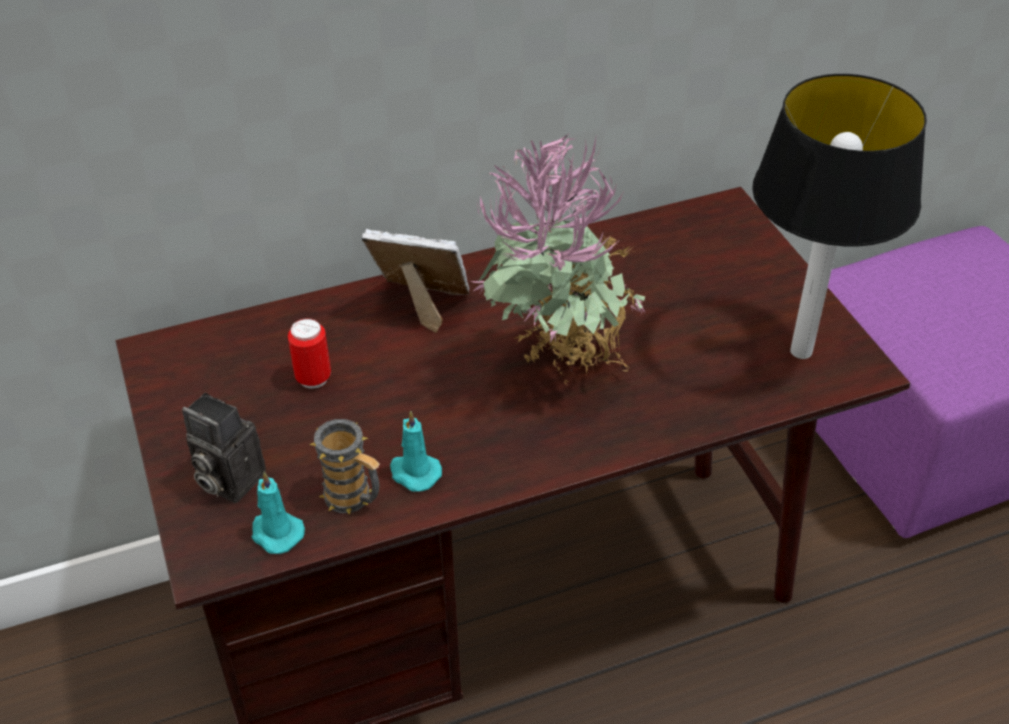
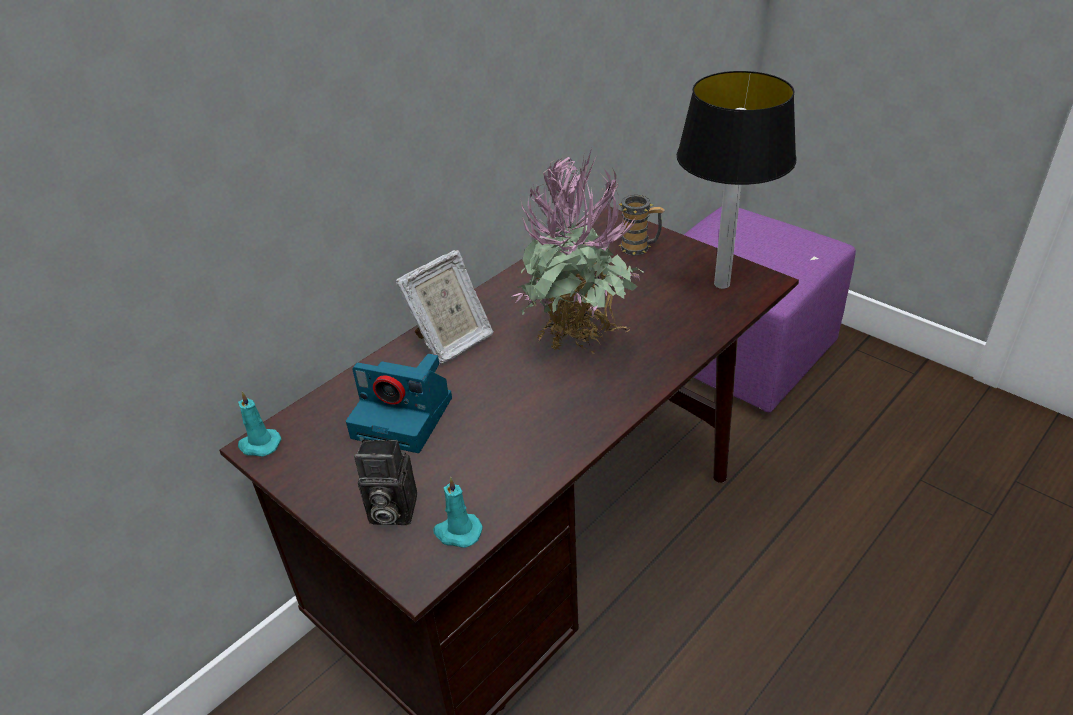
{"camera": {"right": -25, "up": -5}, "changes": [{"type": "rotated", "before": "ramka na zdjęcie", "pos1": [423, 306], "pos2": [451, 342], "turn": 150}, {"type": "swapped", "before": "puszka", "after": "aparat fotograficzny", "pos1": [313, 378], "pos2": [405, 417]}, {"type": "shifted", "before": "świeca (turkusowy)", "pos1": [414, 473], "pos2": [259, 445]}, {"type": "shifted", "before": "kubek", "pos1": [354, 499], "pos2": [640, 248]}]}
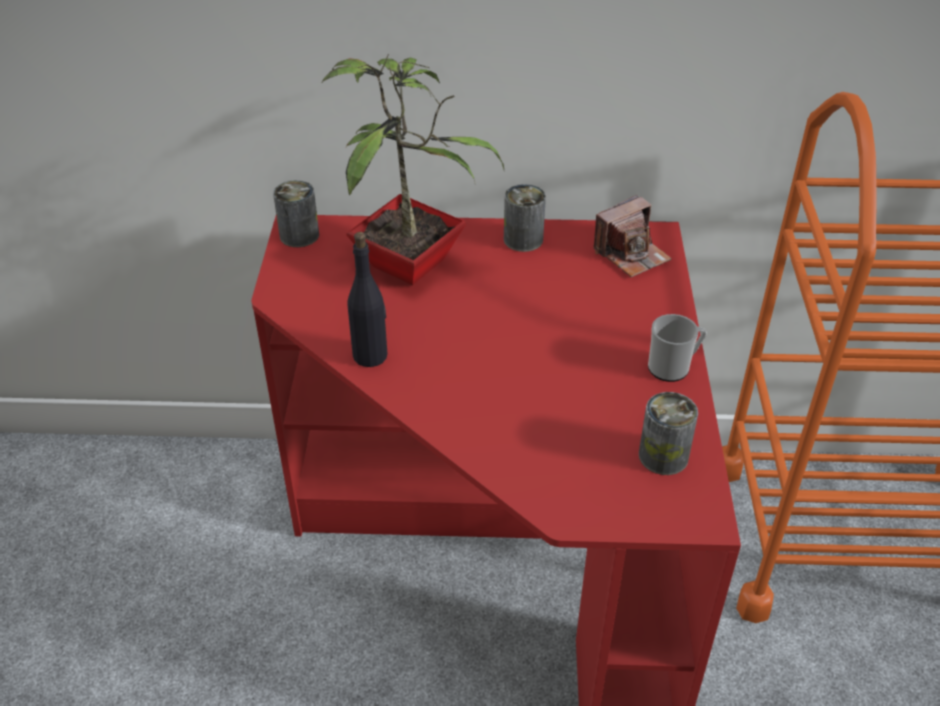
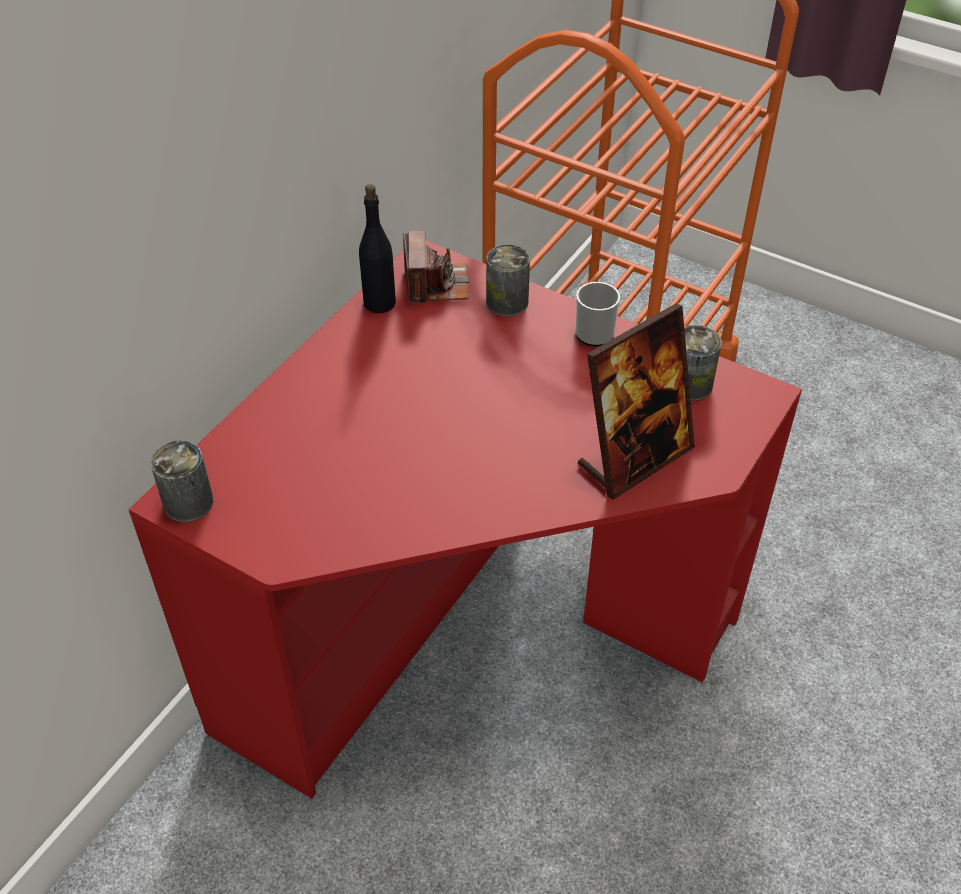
{"camera": {"right": -60, "up": 5}, "changes": [{"type": "gone", "before": "roślina doniczkowa", "pos1": [411, 262]}, {"type": "shifted", "before": "puszka", "pos1": [523, 239], "pos2": [507, 302]}, {"type": "shifted", "before": "butelka (czarny)", "pos1": [370, 355], "pos2": [379, 302]}, {"type": "new", "after": "ramka na zdjęcie", "pos2": [635, 458]}]}
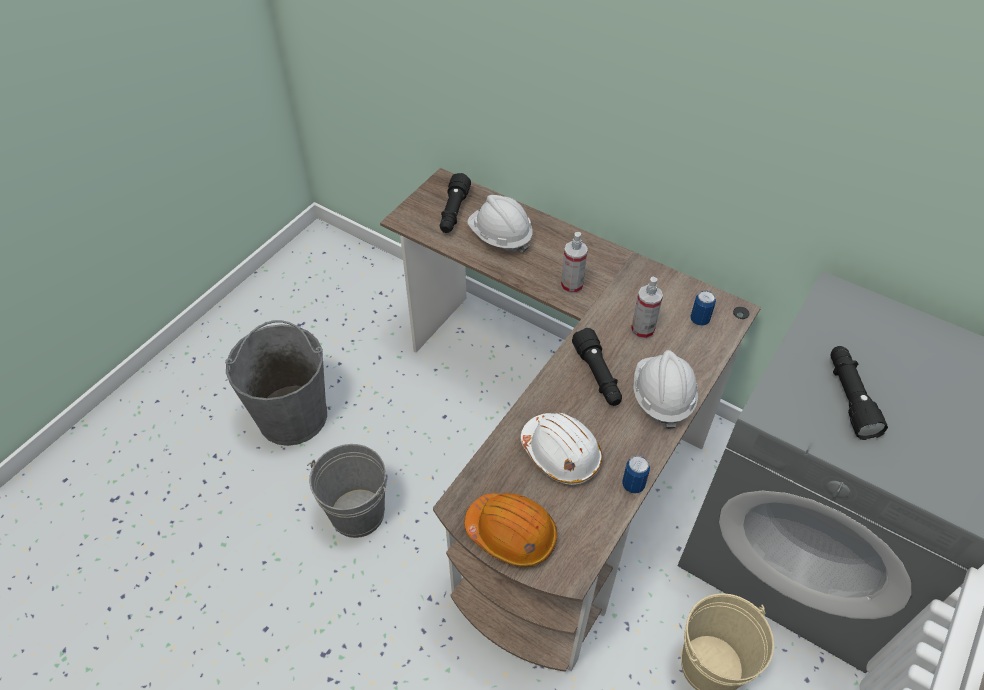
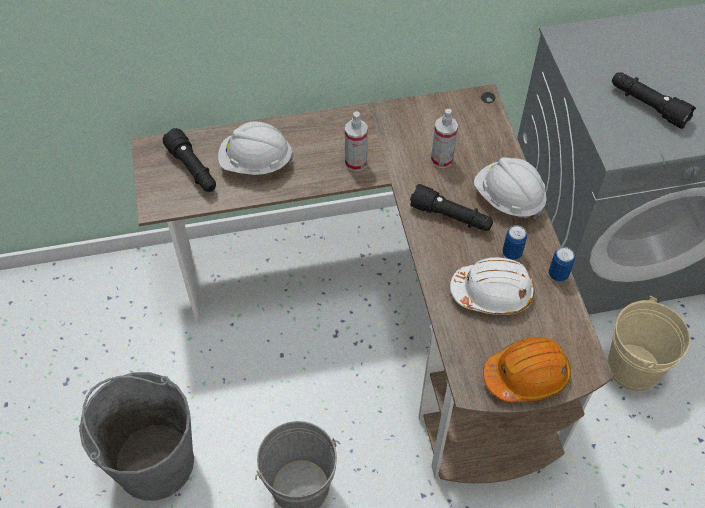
{"camera": {"right": -45, "up": 5}, "changes": [{"type": "shifted", "before": "puszka", "pos1": [699, 320], "pos2": [512, 253]}]}
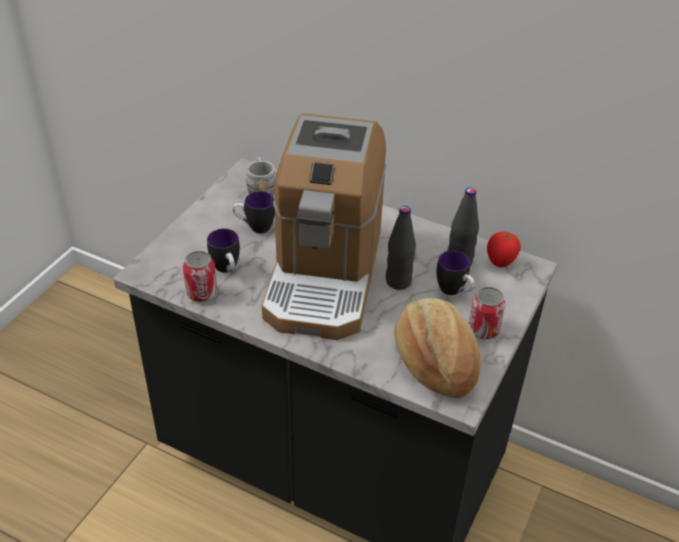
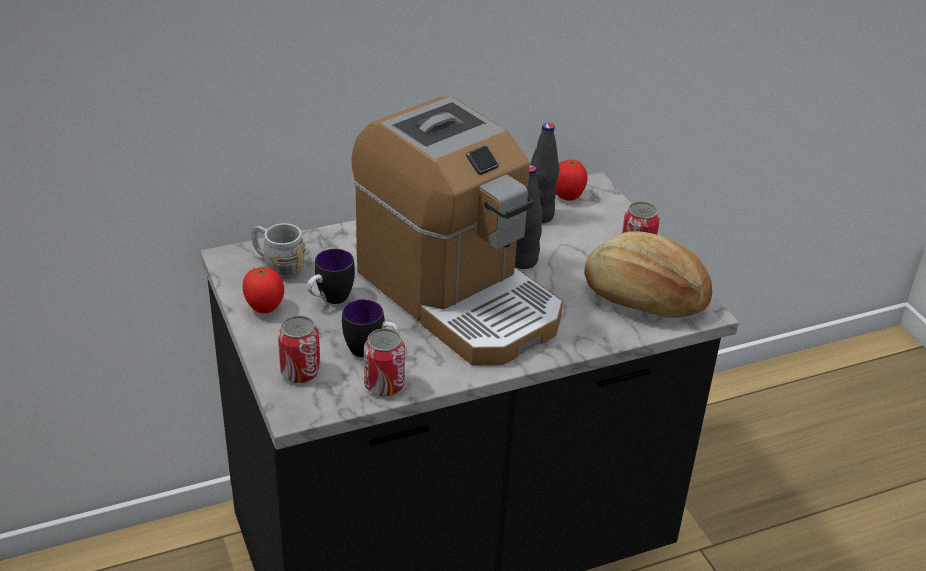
{"camera": {"right": -50, "up": -5}, "changes": [{"type": "gone", "before": "kubek", "pos1": [454, 292]}, {"type": "new", "after": "pomidor", "pos2": [265, 308]}, {"type": "new", "after": "puszka", "pos2": [300, 372]}]}
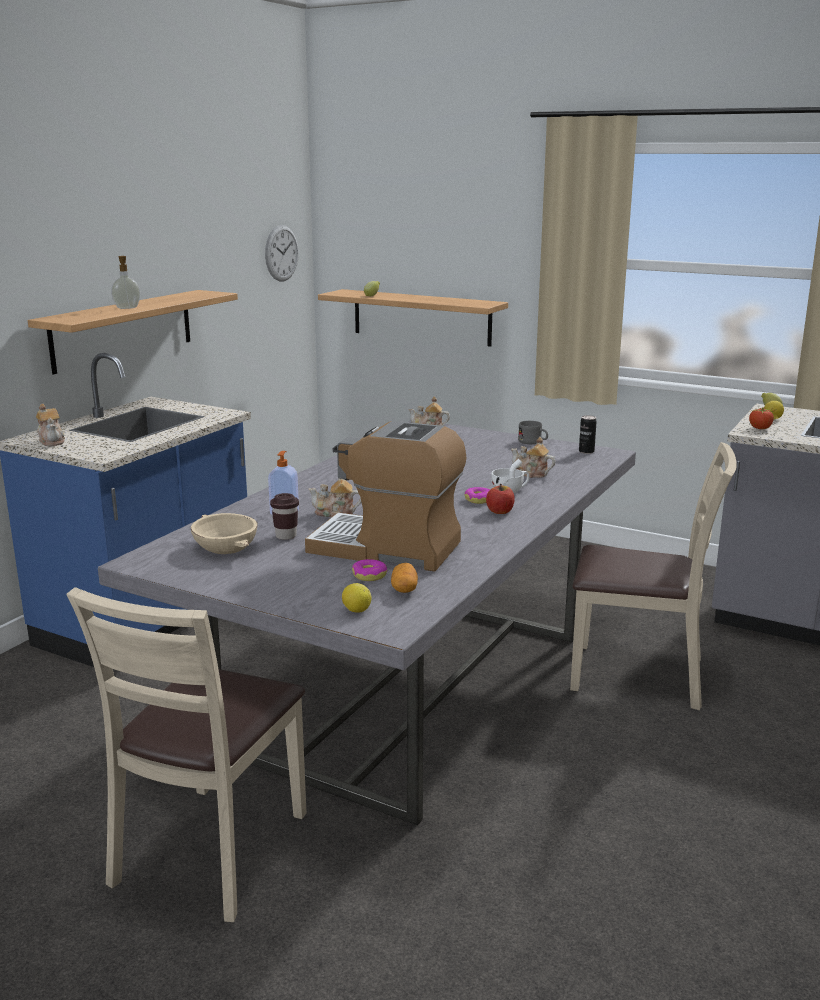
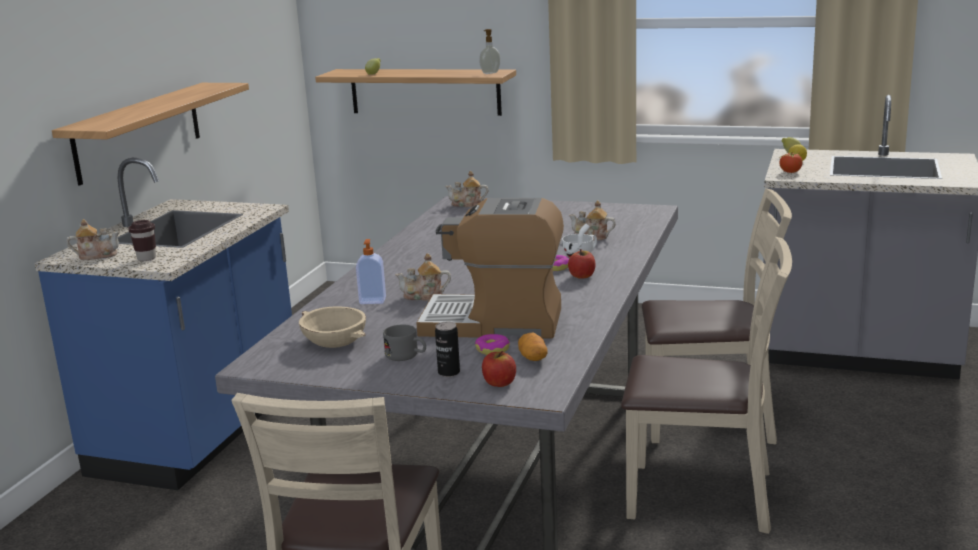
{"camera": {"right": -10, "up": 0}, "changes": [{"type": "gone", "before": "zegar ścienny", "pos1": [281, 253]}, {"type": "shifted", "before": "dozownik mydła", "pos1": [127, 308], "pos2": [490, 73]}, {"type": "rotated", "before": "imbryk", "pos1": [52, 441], "pos2": [97, 255], "turn": -60}, {"type": "shifted", "before": "puszka", "pos1": [586, 451], "pos2": [449, 372]}, {"type": "shifted", "before": "kubek (szary)", "pos1": [533, 442], "pos2": [407, 356]}, {"type": "shifted", "before": "filiżanka (brązowy)", "pos1": [286, 536], "pos2": [146, 258]}, {"type": "swapped", "before": "cytryna", "after": "jabłko", "pos1": [356, 610], "pos2": [499, 383]}, {"type": "new", "after": "krzesło (beżowy)", "pos2": [702, 496]}]}
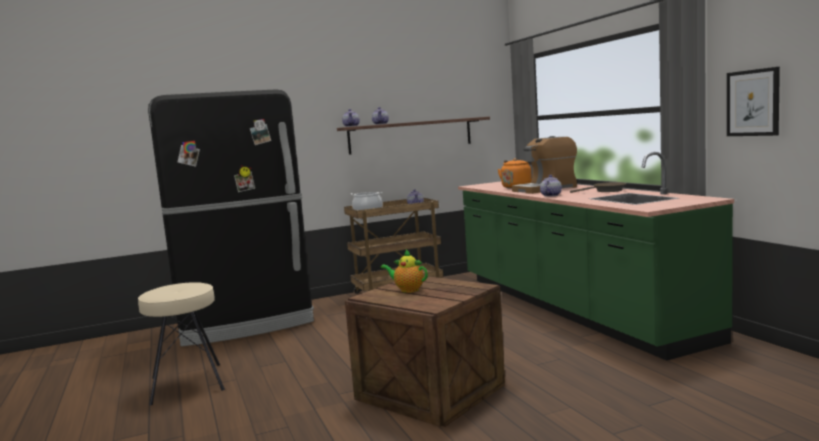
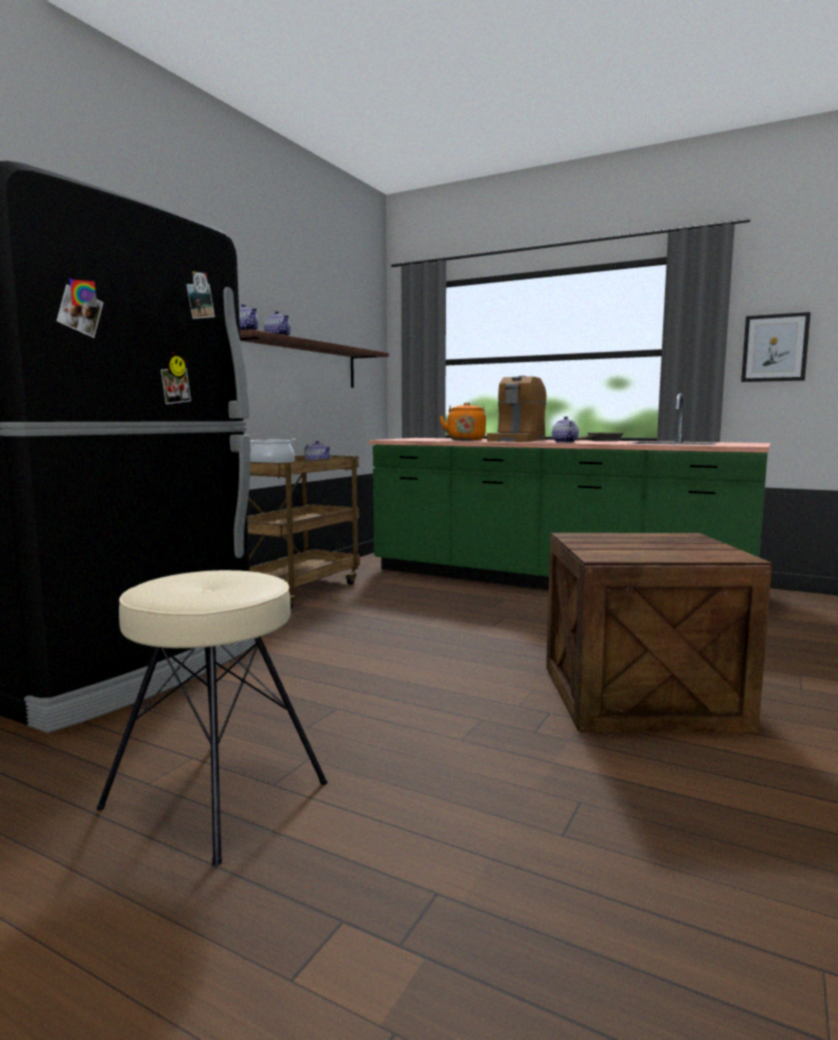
{"camera": {"right": -40, "up": 0}, "changes": [{"type": "gone", "before": "imbryk", "pos1": [407, 290]}]}
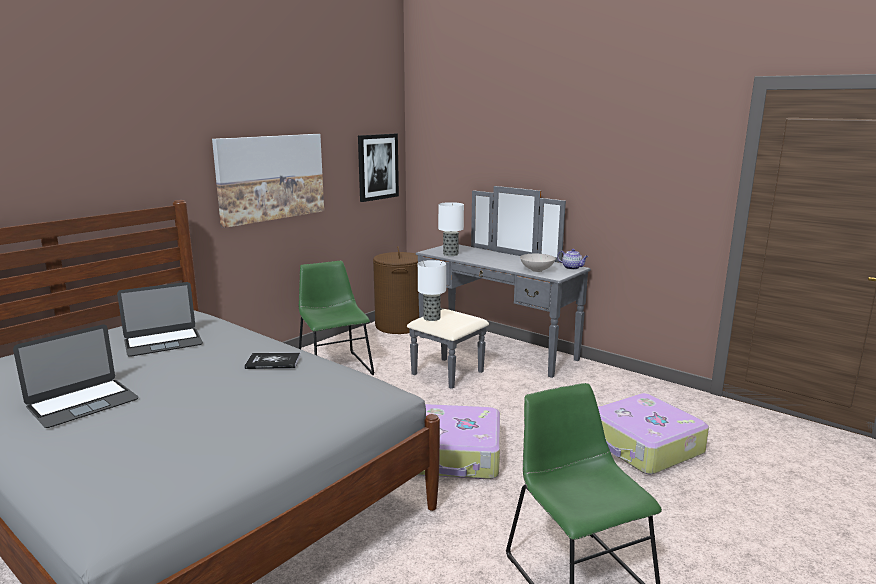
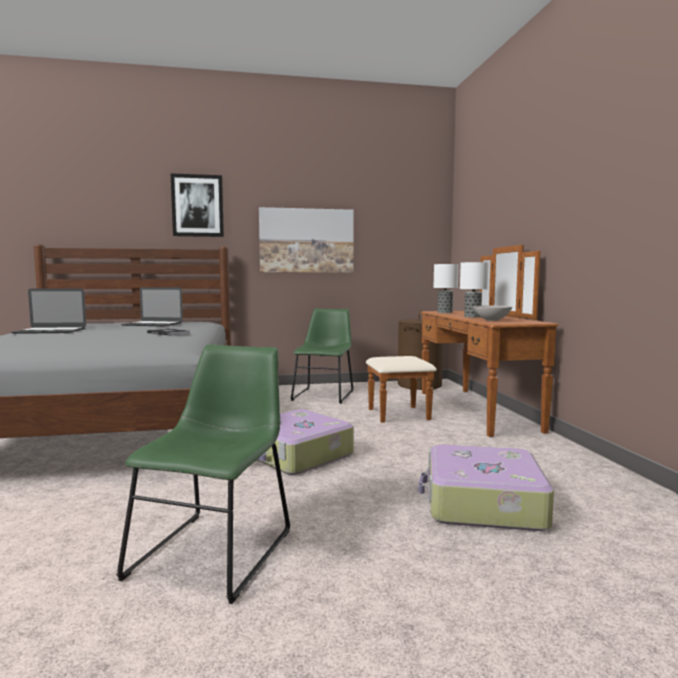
{"camera": {"right": 40, "up": -10}, "changes": [{"type": "shifted", "before": "obraz", "pos1": [377, 167], "pos2": [197, 205]}, {"type": "repainted", "before": "komoda (szary)", "after": "komoda (brązowy)", "pos1": [486, 353], "pos2": [458, 411]}, {"type": "gone", "before": "imbryk", "pos1": [572, 268]}, {"type": "shifted", "before": "lampa stołowa", "pos1": [432, 318], "pos2": [472, 316]}]}
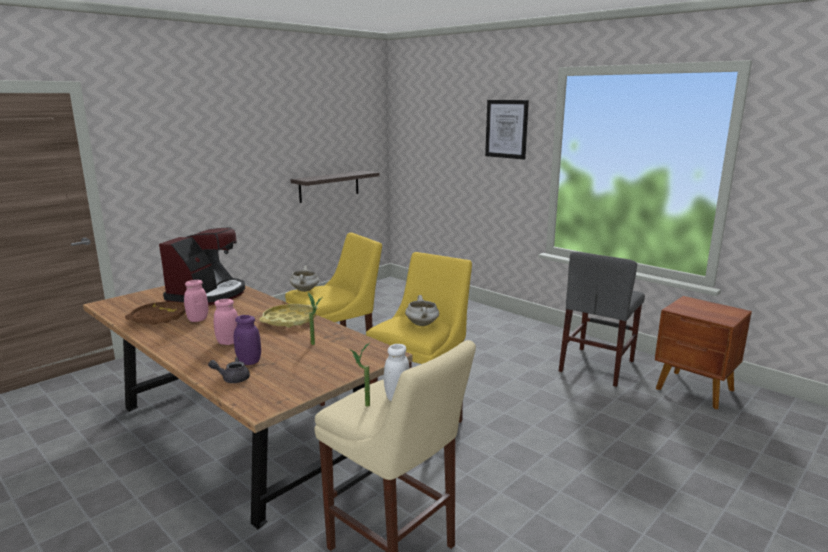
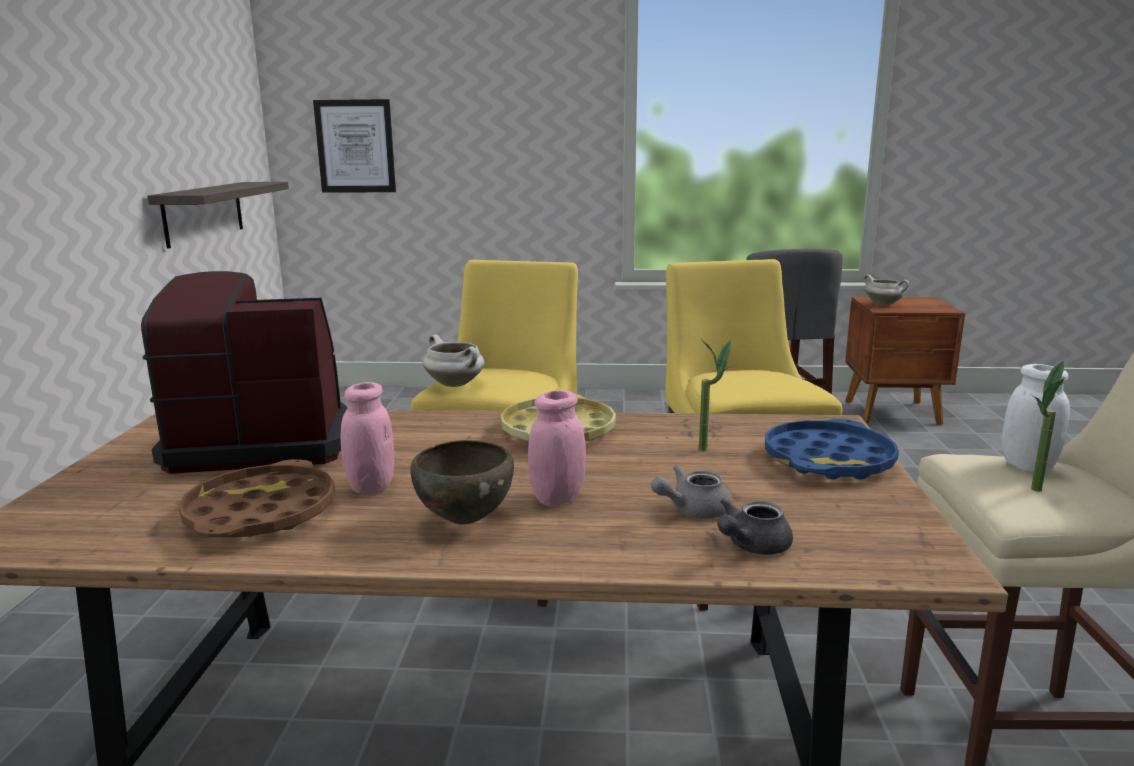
{"camera": {"right": -40, "up": 0}, "changes": [{"type": "shifted", "before": "obraz", "pos1": [506, 129], "pos2": [355, 146]}, {"type": "rotated", "before": "ekspres do kawy", "pos1": [208, 295], "pos2": [261, 442], "turn": -75}, {"type": "shifted", "before": "garnek (biały)", "pos1": [422, 324], "pos2": [884, 304]}, {"type": "swapped", "before": "słoik (fioletowy)", "after": "imbryk (szary)", "pos1": [249, 361], "pos2": [692, 510]}, {"type": "new", "after": "taca (niebieski)", "pos2": [828, 460]}, {"type": "new", "after": "miska (brązowy)", "pos2": [464, 520]}]}
